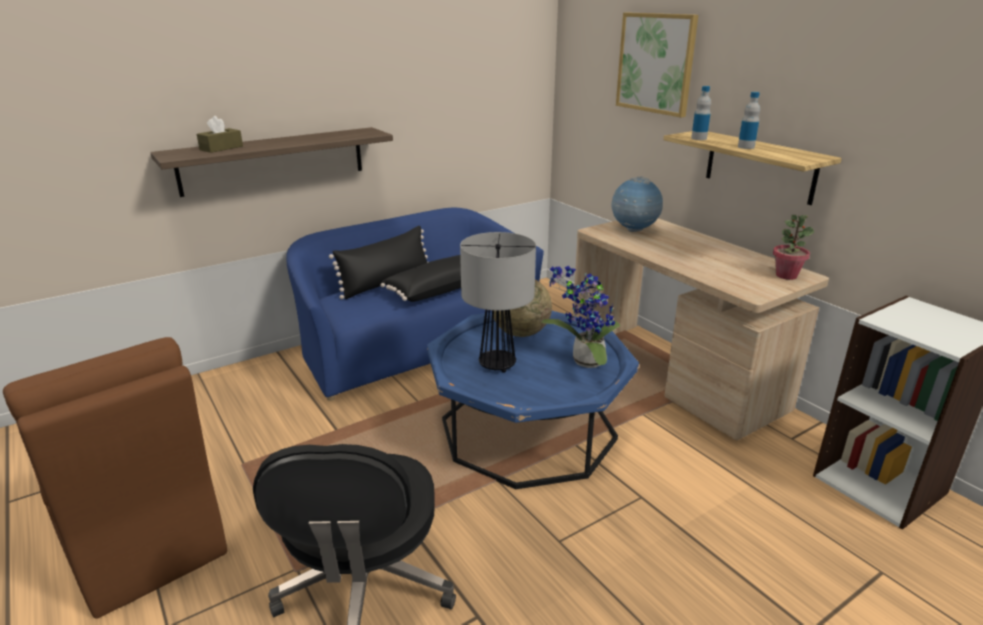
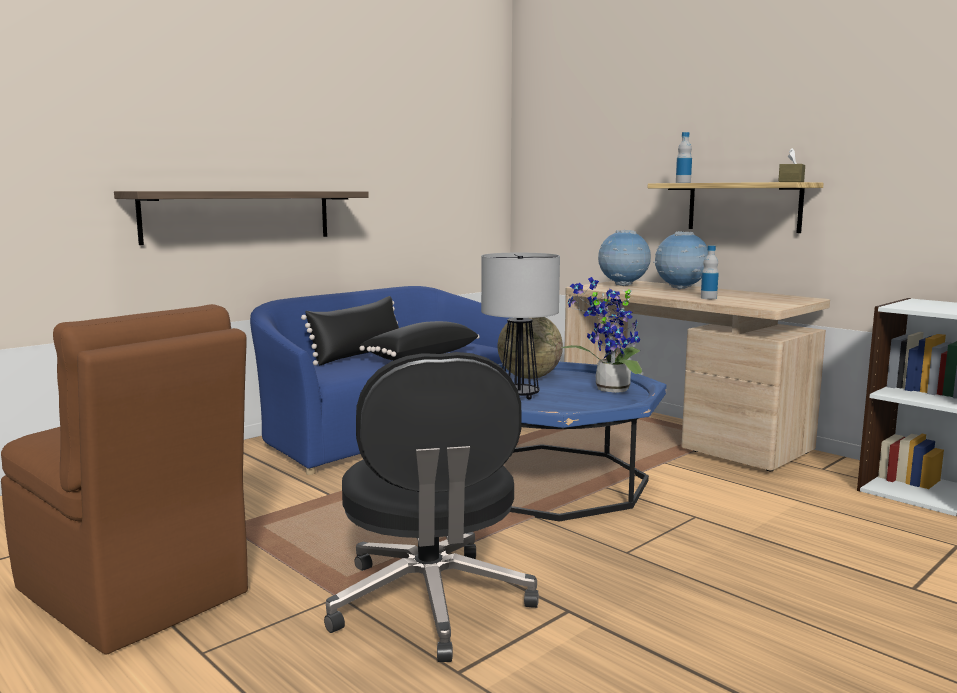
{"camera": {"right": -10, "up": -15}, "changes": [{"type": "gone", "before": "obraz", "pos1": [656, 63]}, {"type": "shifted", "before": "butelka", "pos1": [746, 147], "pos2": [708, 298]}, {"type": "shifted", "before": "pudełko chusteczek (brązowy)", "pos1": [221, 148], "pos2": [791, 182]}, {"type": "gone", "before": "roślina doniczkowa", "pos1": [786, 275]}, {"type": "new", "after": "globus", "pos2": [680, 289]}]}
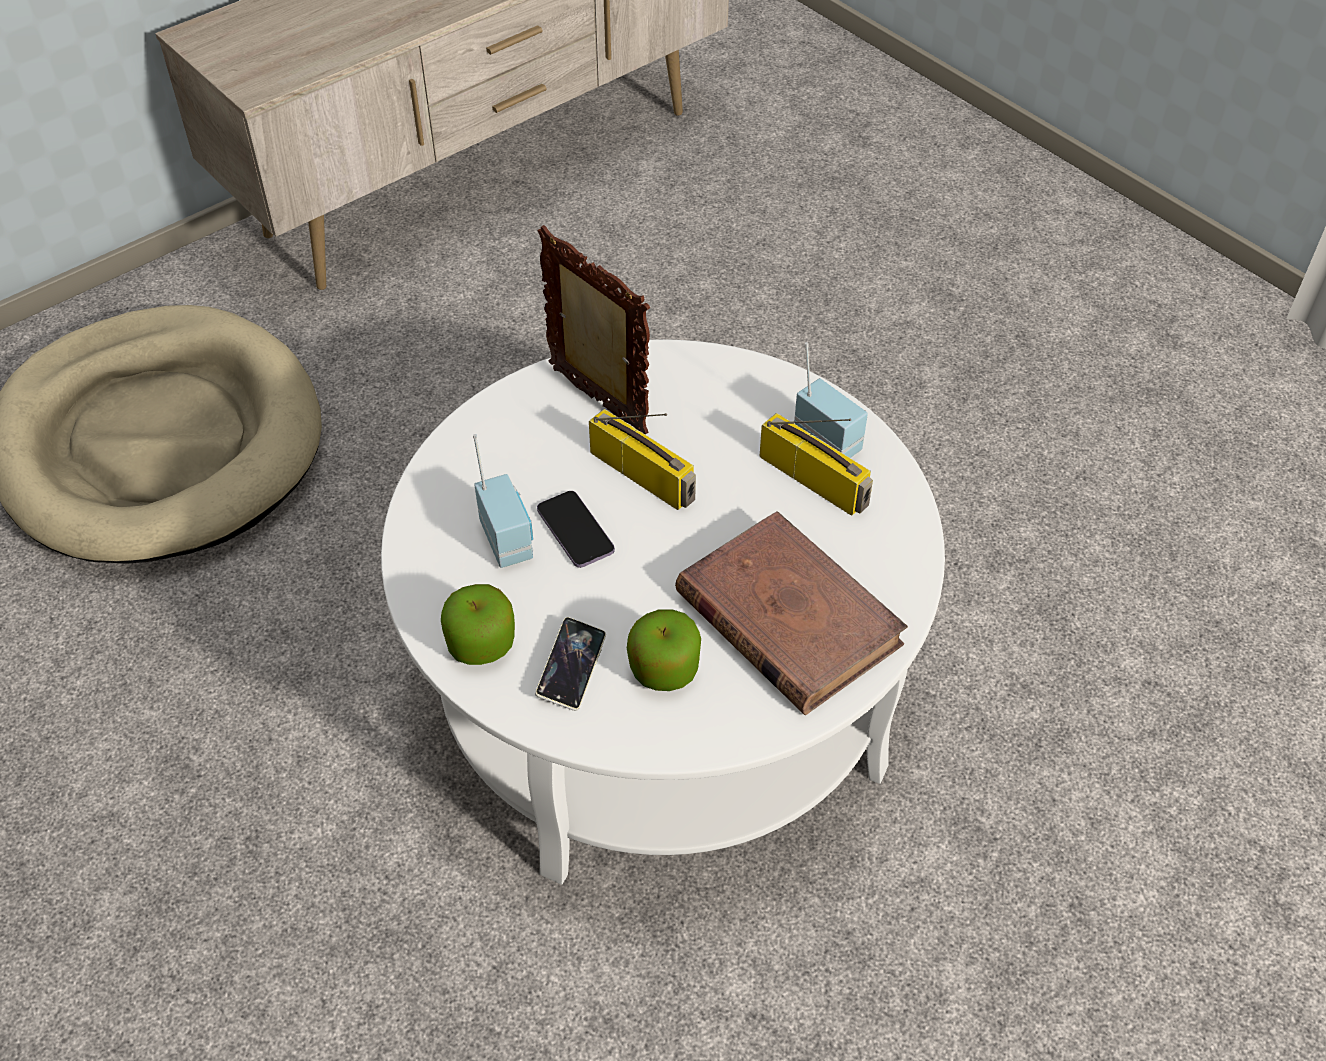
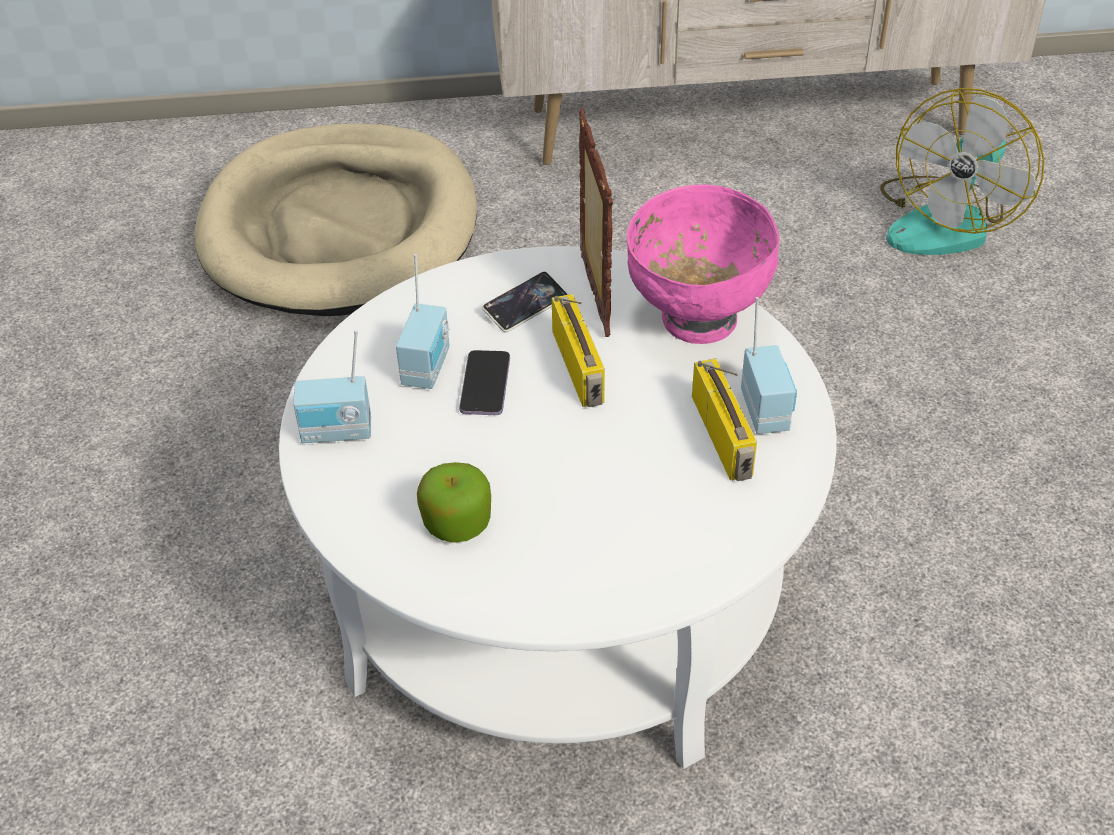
{"camera": {"right": 35, "up": -5}, "changes": [{"type": "gone", "before": "książka (brązowy)", "pos1": [787, 618]}, {"type": "swapped", "before": "jabłko", "after": "radio", "pos1": [481, 644], "pos2": [337, 433]}, {"type": "shifted", "before": "telefon", "pos1": [571, 667], "pos2": [525, 306]}, {"type": "new", "after": "wentylator", "pos2": [947, 221]}, {"type": "new", "after": "miska (różowy)", "pos2": [696, 320]}]}
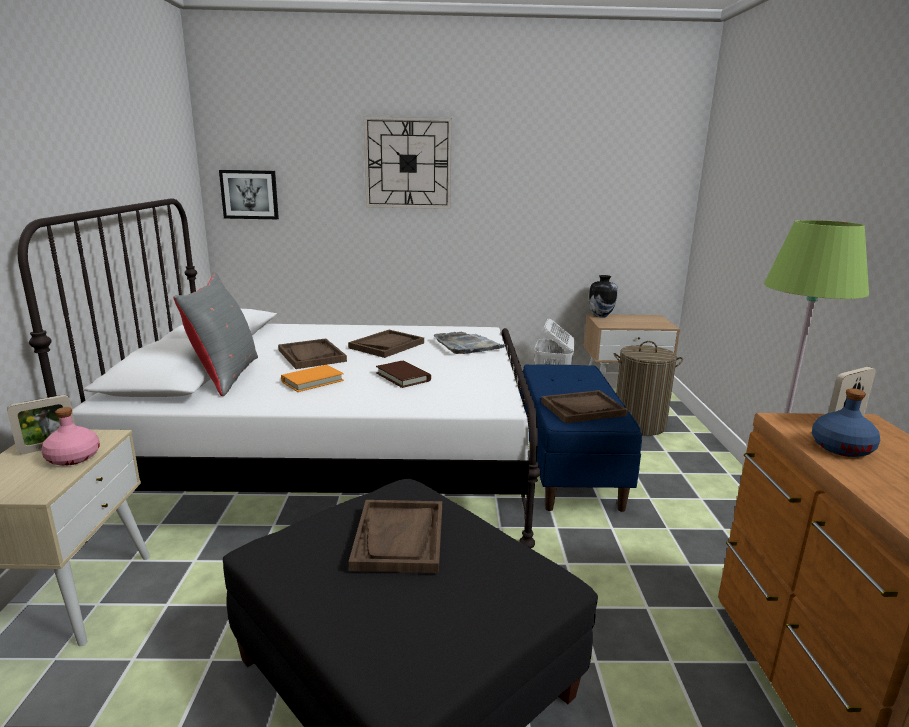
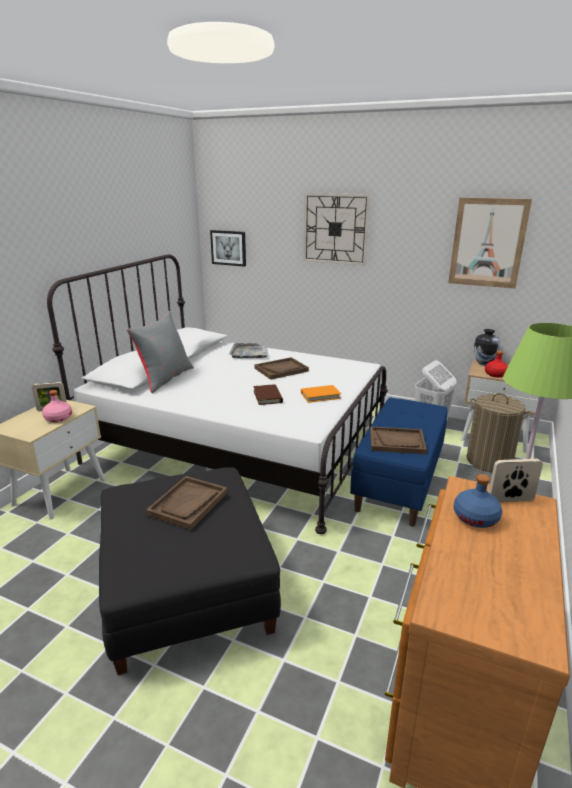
{"camera": {"right": 25, "up": 5}, "changes": [{"type": "shifted", "before": "taca (szary)", "pos1": [467, 345], "pos2": [249, 353]}, {"type": "gone", "before": "taca (brązowy)", "pos1": [311, 355]}, {"type": "shifted", "before": "książka (pomarańczowy)", "pos1": [312, 381], "pos2": [320, 395]}, {"type": "new", "after": "obraz", "pos2": [487, 243]}, {"type": "new", "after": "butelka (czerwony)", "pos2": [495, 374]}]}
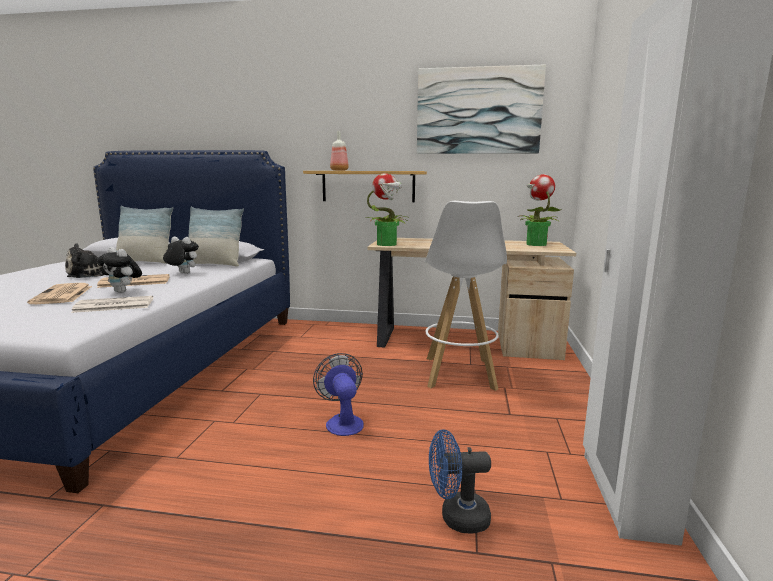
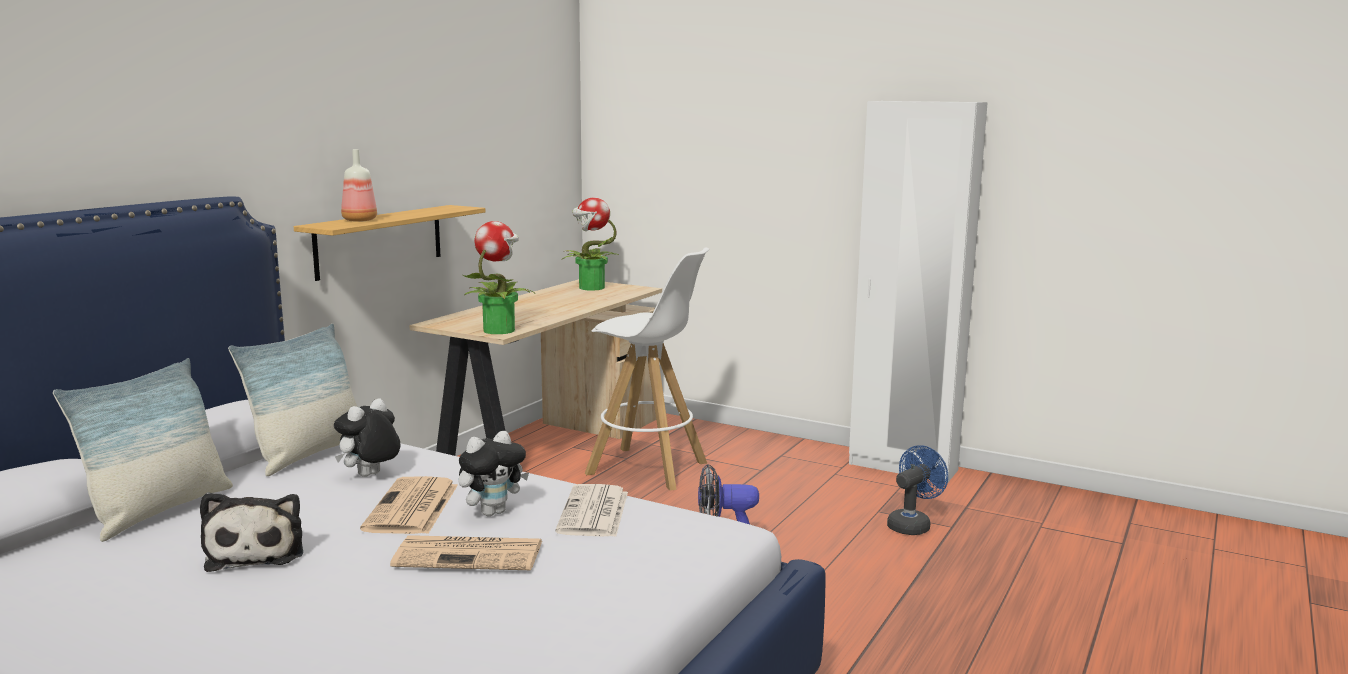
{"camera": {"right": -70, "up": 0}, "changes": [{"type": "gone", "before": "obraz", "pos1": [478, 111]}, {"type": "rotated", "before": "wentylator (niebieski)", "pos1": [457, 518], "pos2": [912, 525], "turn": -150}]}
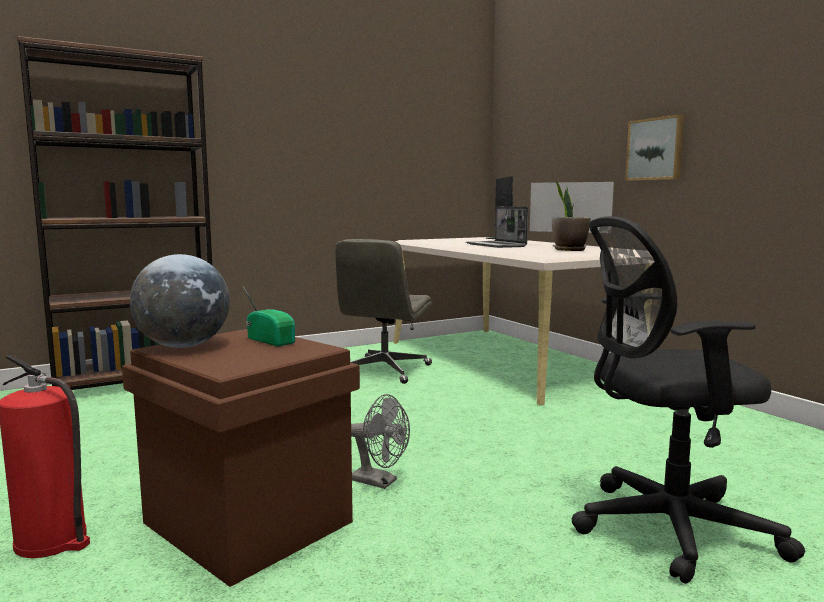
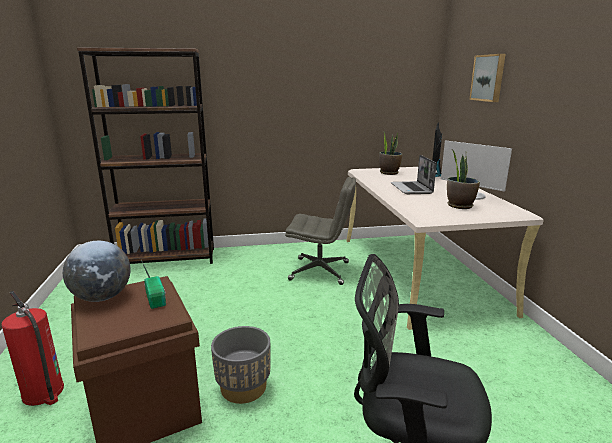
{"camera": {"right": 20, "up": 10}, "changes": [{"type": "shifted", "before": "obraz", "pos1": [656, 149], "pos2": [488, 78]}, {"type": "rotated", "before": "krzesło biurowe (szary)", "pos1": [384, 371], "pos2": [320, 271], "turn": -120}, {"type": "swapped", "before": "wentylator (szary)", "after": "donica (szary)", "pos1": [380, 482], "pos2": [243, 387]}, {"type": "new", "after": "roślina doniczkowa", "pos2": [389, 173]}]}
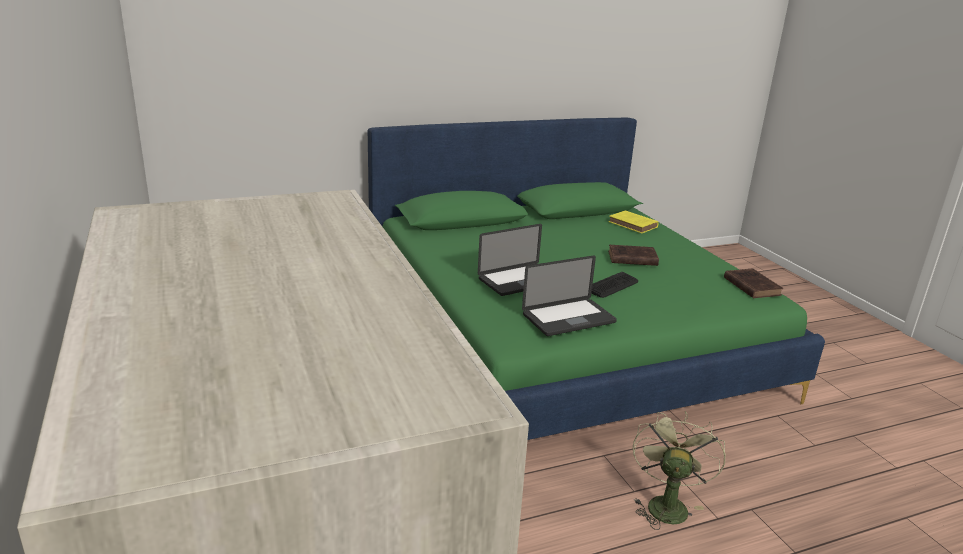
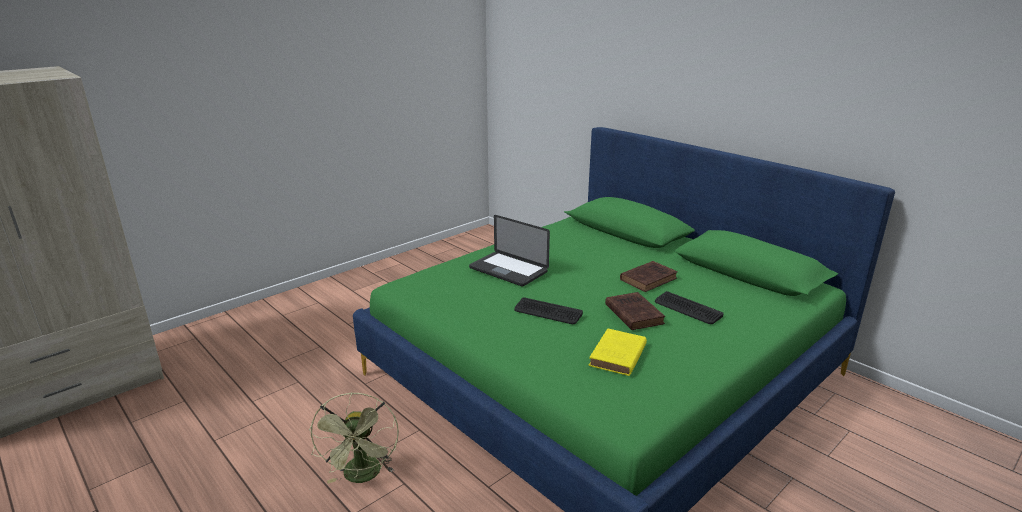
{"camera": {"right": 70, "up": 0}, "changes": [{"type": "shifted", "before": "książka (żółty)", "pos1": [634, 225], "pos2": [617, 356]}, {"type": "gone", "before": "laptop", "pos1": [568, 318]}, {"type": "shifted", "before": "książka (brązowy)", "pos1": [751, 286], "pos2": [649, 279]}, {"type": "rotated", "before": "wentylator (zielony)", "pos1": [666, 504], "pos2": [363, 476], "turn": 90}, {"type": "new", "after": "klawiatura", "pos2": [687, 309]}]}
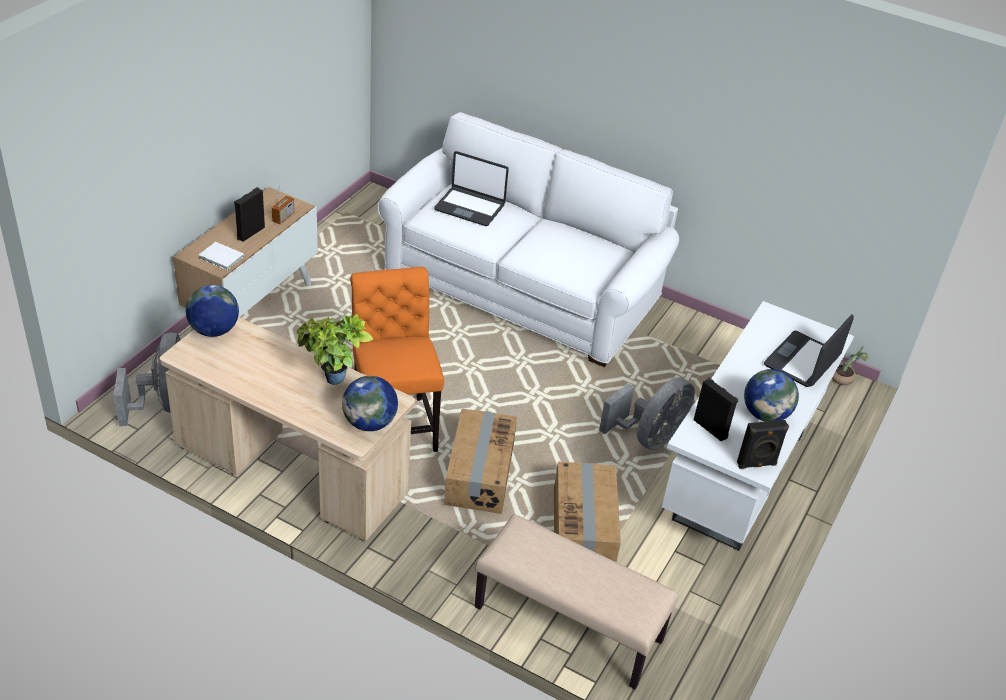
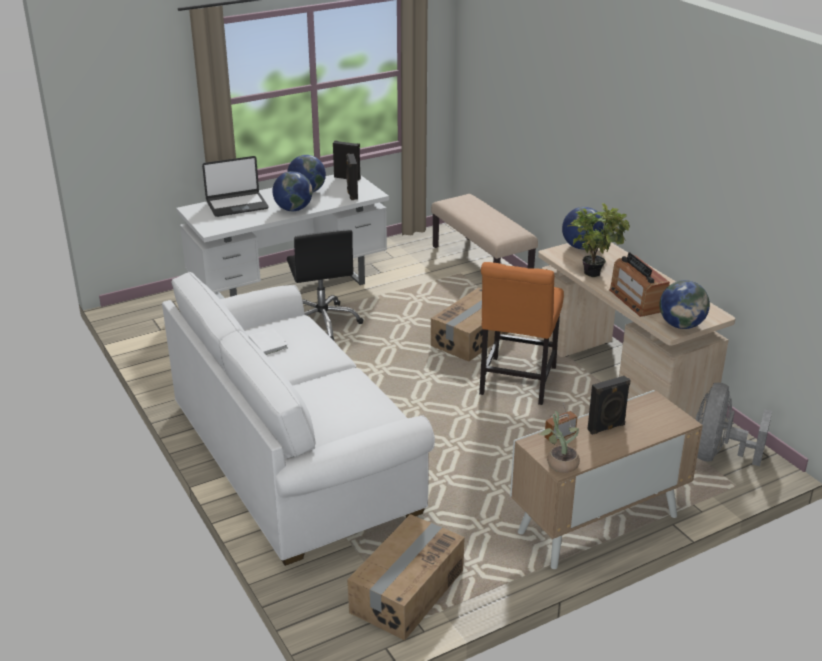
{"camera": {"right": -145, "up": -10}, "changes": [{"type": "gone", "before": "laptop", "pos1": [470, 207]}, {"type": "shifted", "before": "książka (biały)", "pos1": [221, 258], "pos2": [268, 343]}, {"type": "shifted", "before": "roślina doniczkowa", "pos1": [844, 379], "pos2": [559, 463]}, {"type": "swapped", "before": "wentylator (szary)", "after": "krzesło biurowe (czarny)", "pos1": [649, 437], "pos2": [323, 323]}, {"type": "shifted", "before": "karton", "pos1": [584, 528], "pos2": [406, 591]}, {"type": "new", "after": "globus", "pos2": [293, 209]}, {"type": "new", "after": "radio", "pos2": [636, 300]}]}
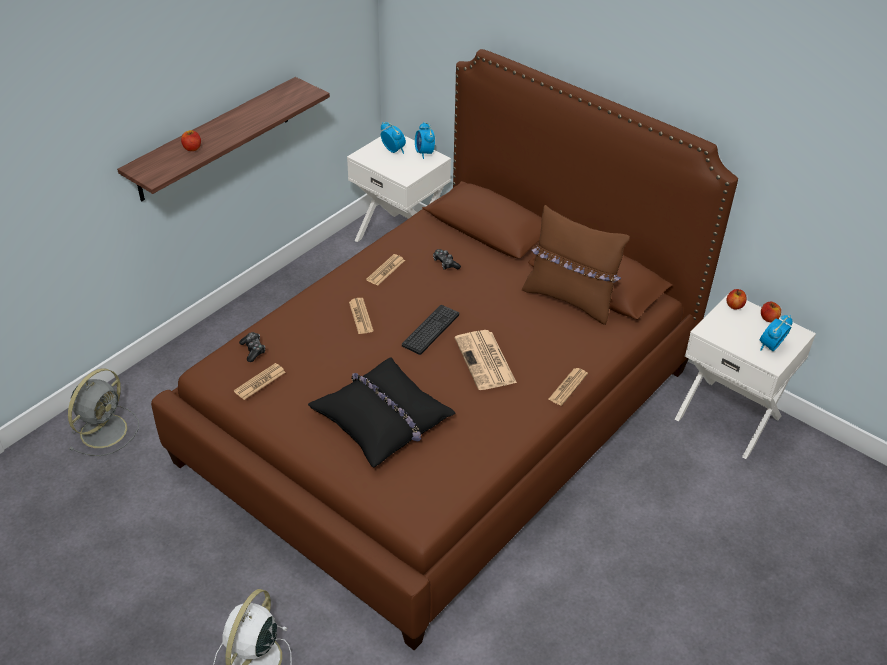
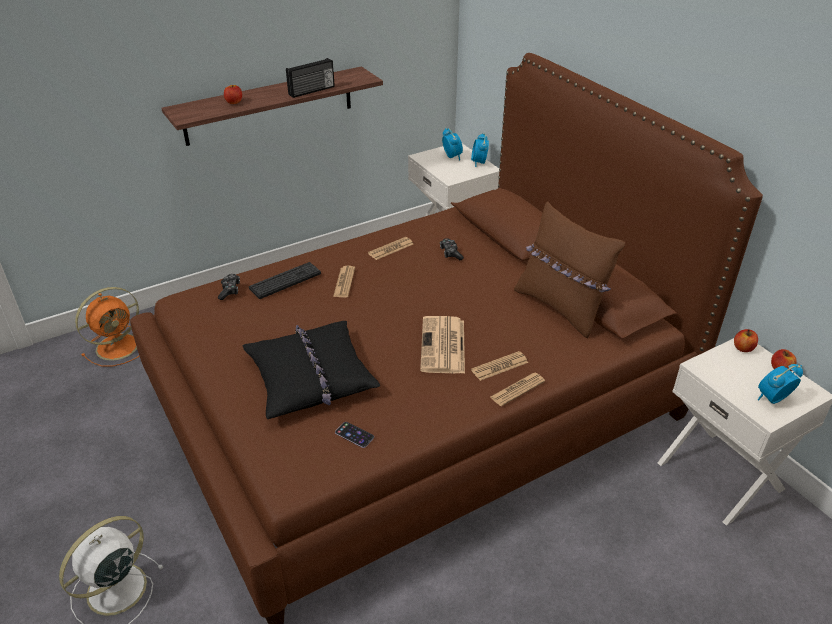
{"camera": {"right": 20, "up": -5}, "changes": [{"type": "shifted", "before": "klawiatura", "pos1": [430, 330], "pos2": [285, 281]}, {"type": "shifted", "before": "gazeta", "pos1": [260, 382], "pos2": [499, 366]}, {"type": "repainted", "before": "wentylator (szary)", "after": "wentylator (pomarańczowy)", "pos1": [105, 429], "pos2": [119, 346]}, {"type": "new", "after": "radio", "pos2": [312, 91]}, {"type": "new", "after": "telefon", "pos2": [354, 435]}]}
